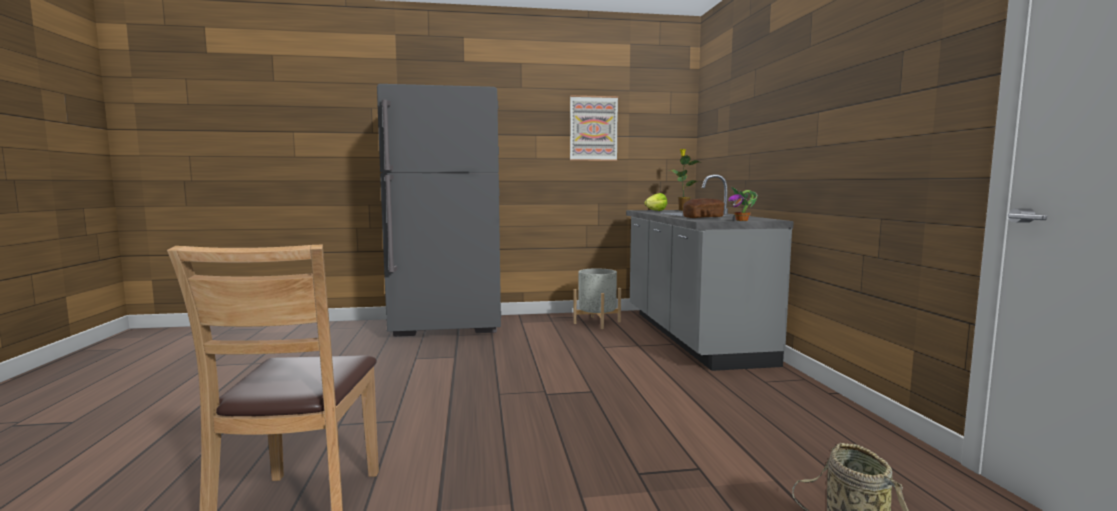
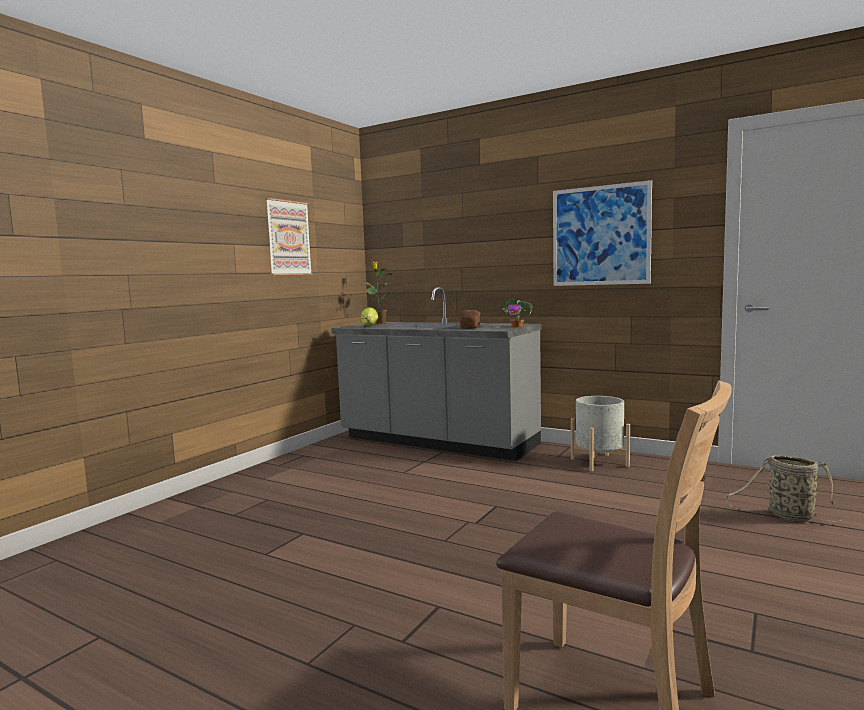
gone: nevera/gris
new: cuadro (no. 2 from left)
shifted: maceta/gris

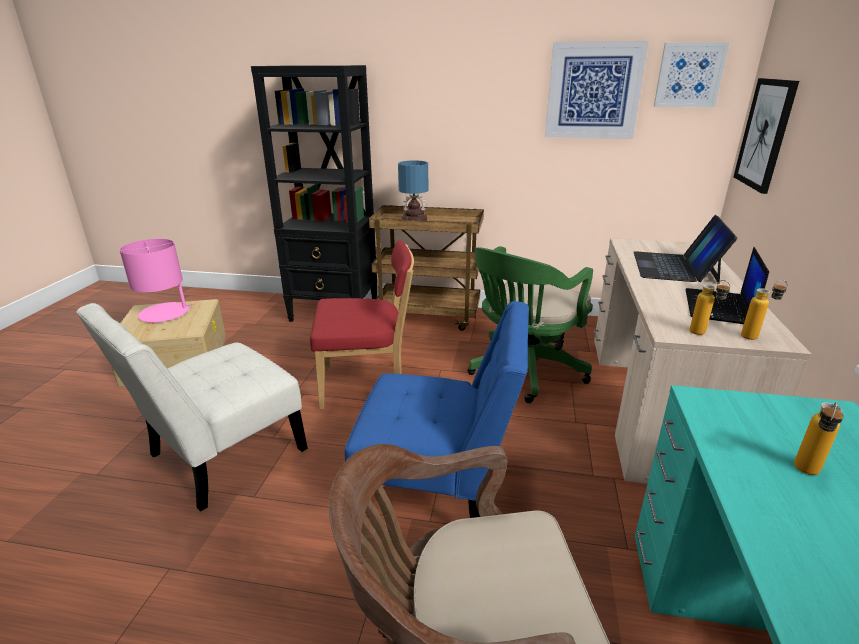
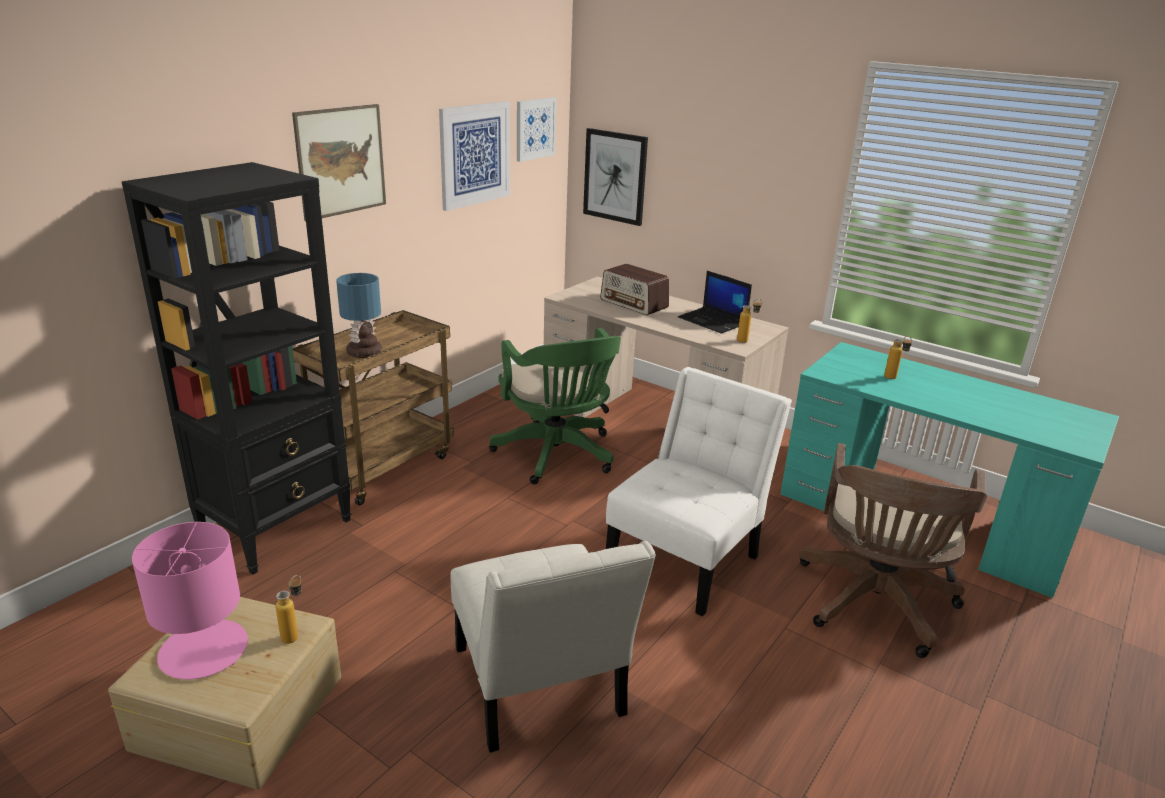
gone: silla/rojo
new: cuadro (no. 1 from left)
shifted: botella (no. 2 from left in the first image) to botella (no. 1 from left)
swapped: portátil (no. 1 from left) to radio
repainted: silla/azul to silla/blanco (no. 2 from left)

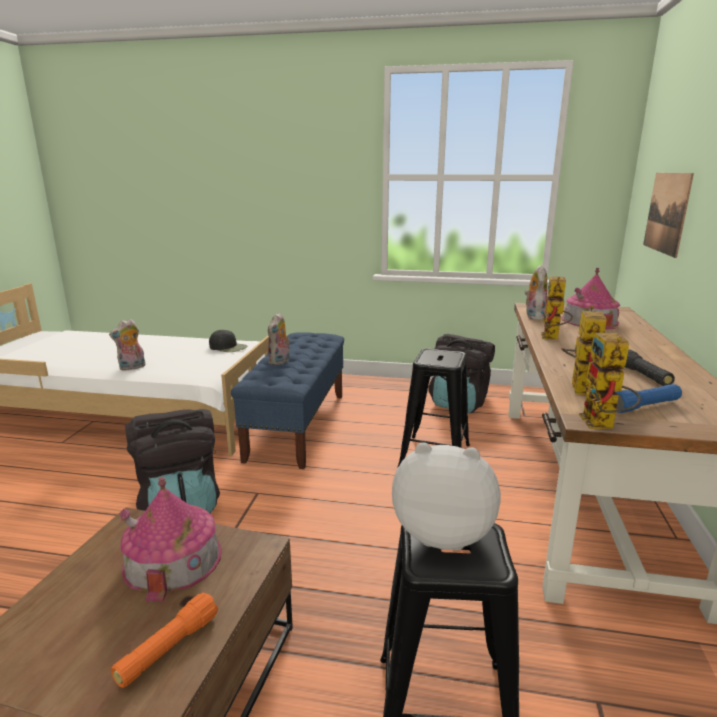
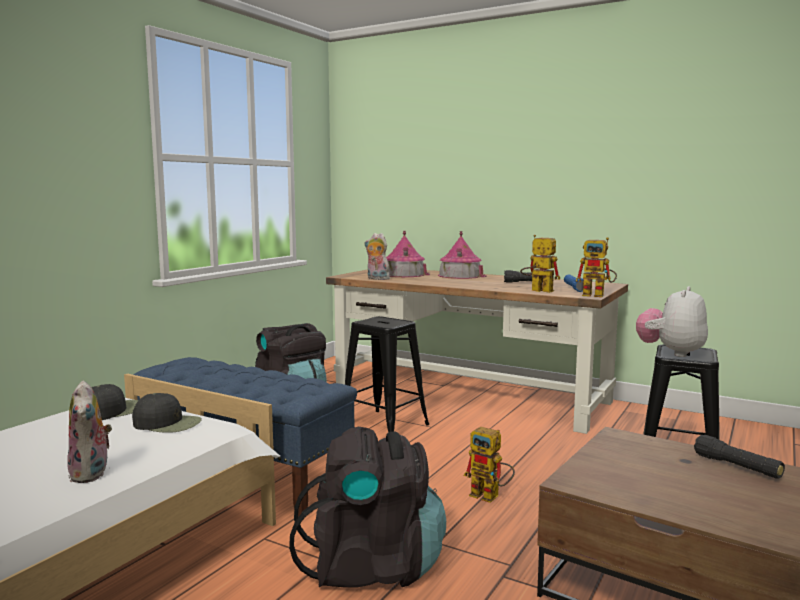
gone: cuadro; peluche (no. 2 from left)
new: gorra/negro (no. 2 from left)
shifted: robot de juguete (no. 1 from left); casita (no. 1 from left in the first image) to casita (no. 2 from left)
repainted: linterna/naranja to linterna/negro (no. 2 from left)

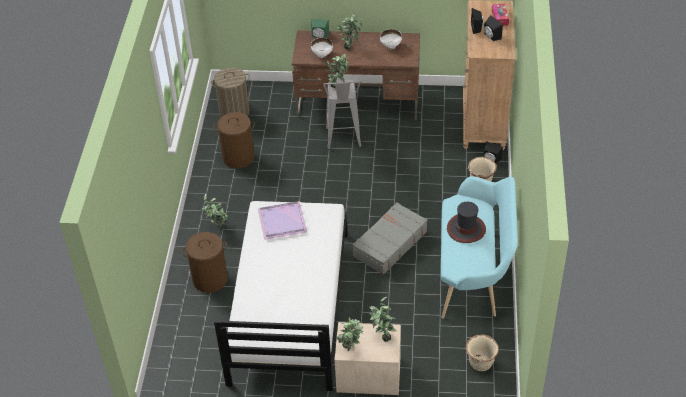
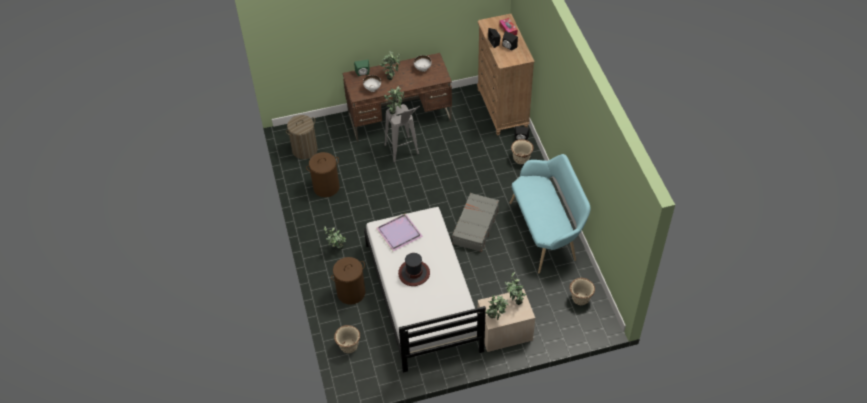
new: maceta/beis (no. 1 from left)
shifted: sombrero

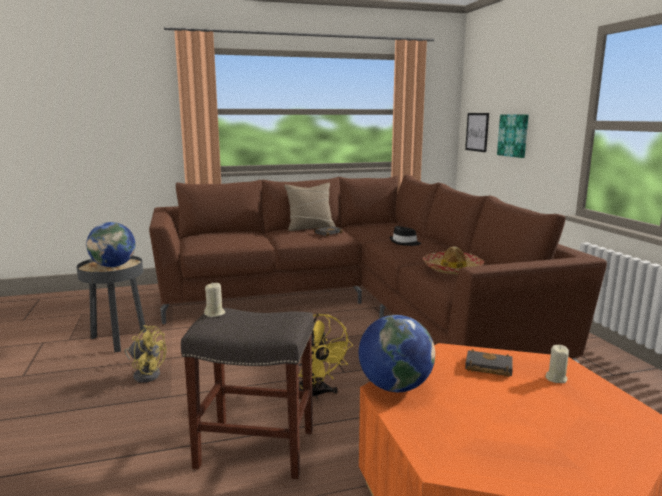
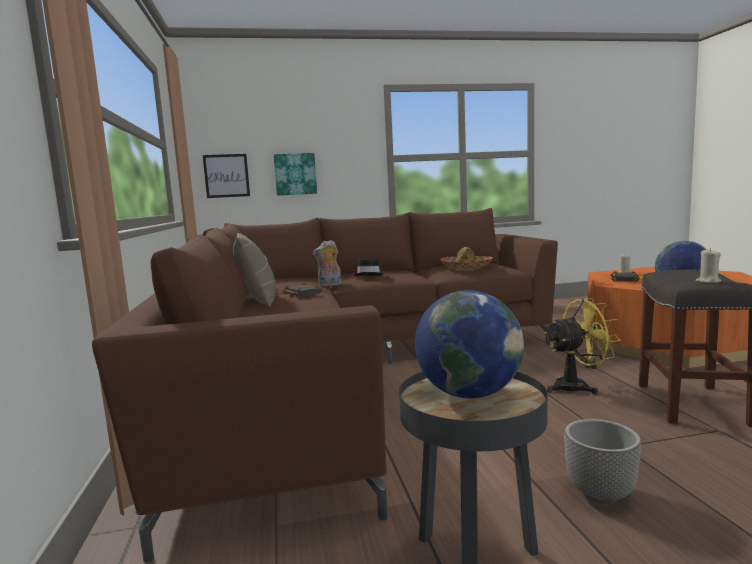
new: peluche
swapped: ventilador/amarillo (no. 1 from left) to maceta

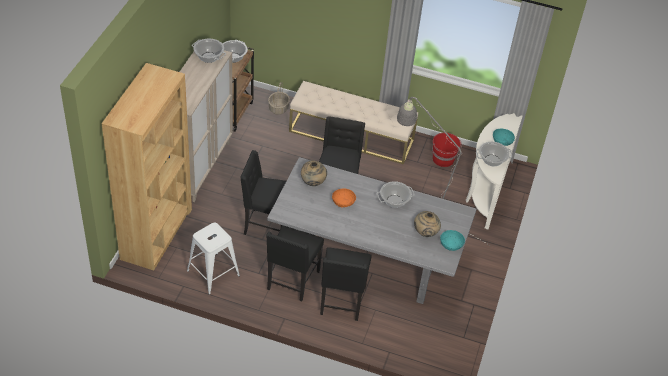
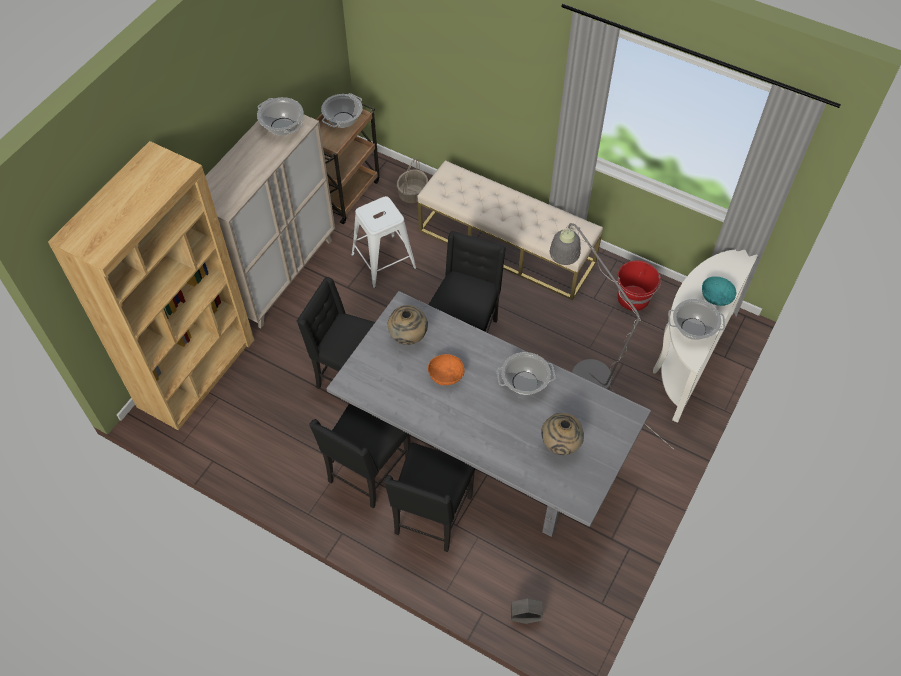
gone: cuenco/turquesa (no. 1 from left)
new: maceta/gris
shifted: taburete/blanco

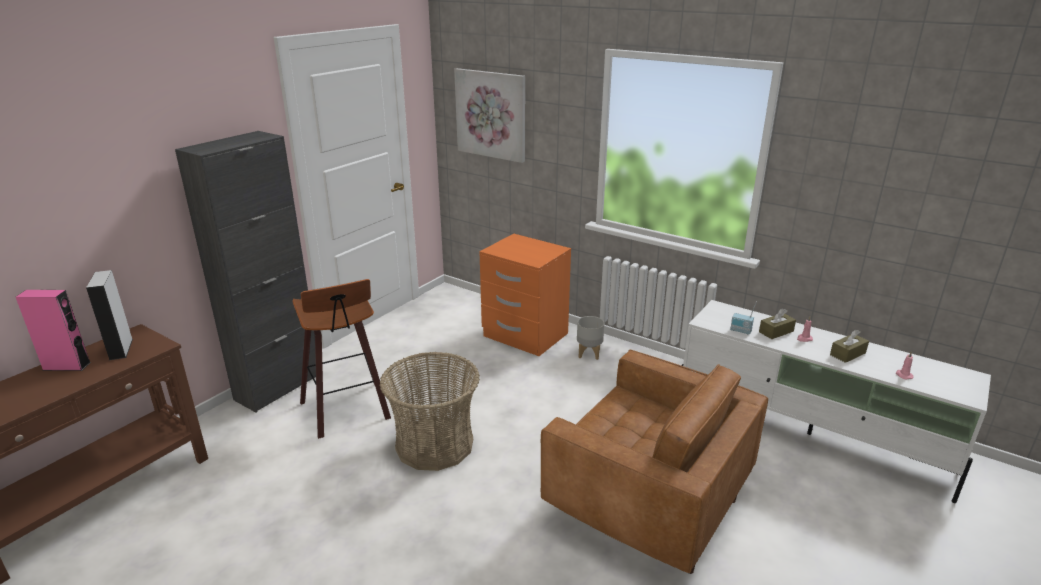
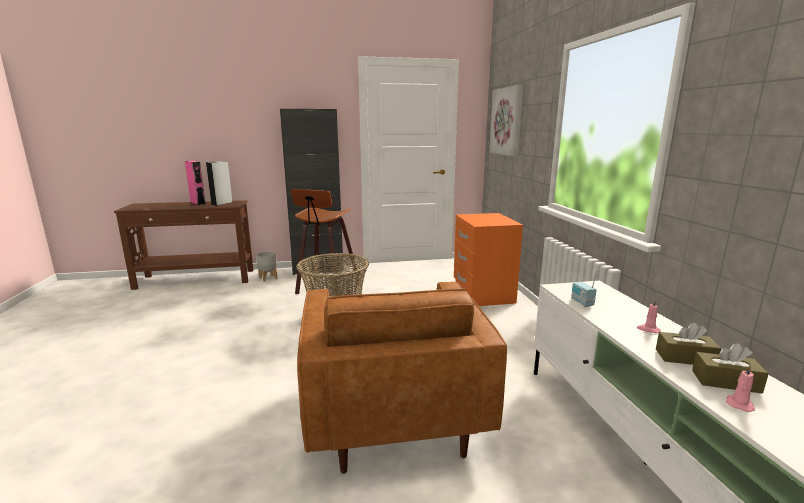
shifted: caja de pañuelos/marrón (no. 1 from left in the first image) to caja de pañuelos/marrón (no. 2 from left); maceta/gris

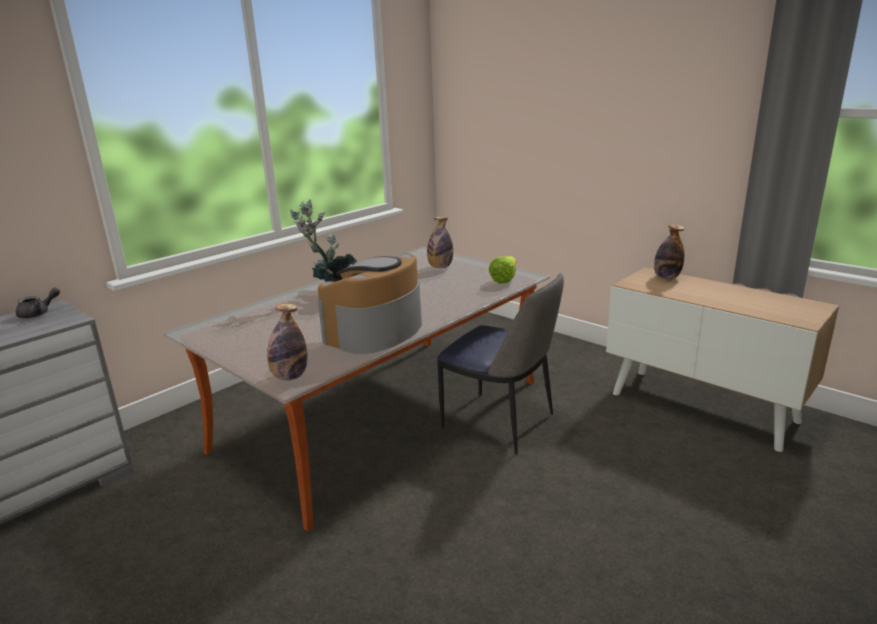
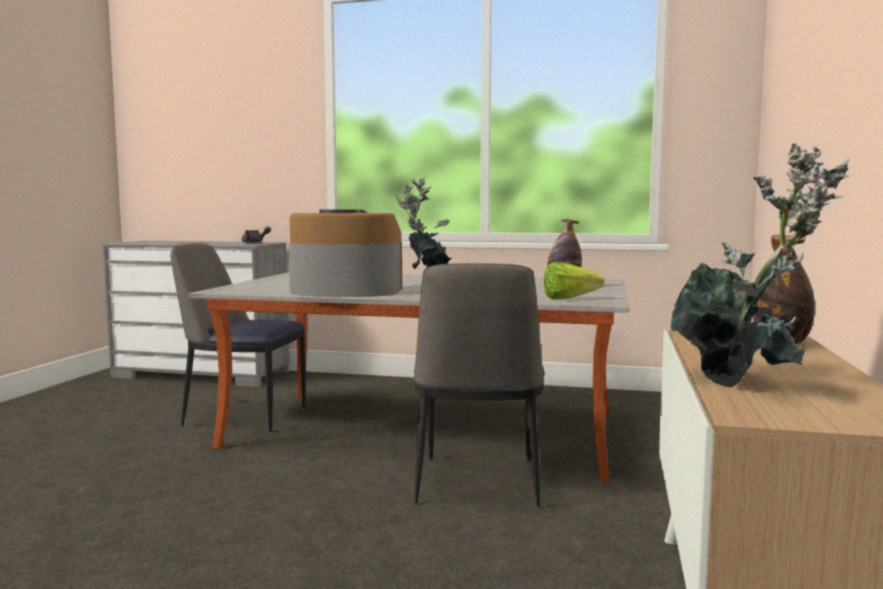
gone: botella (no. 1 from left)
new: planta en maceta (no. 2 from left); silla (no. 1 from left)

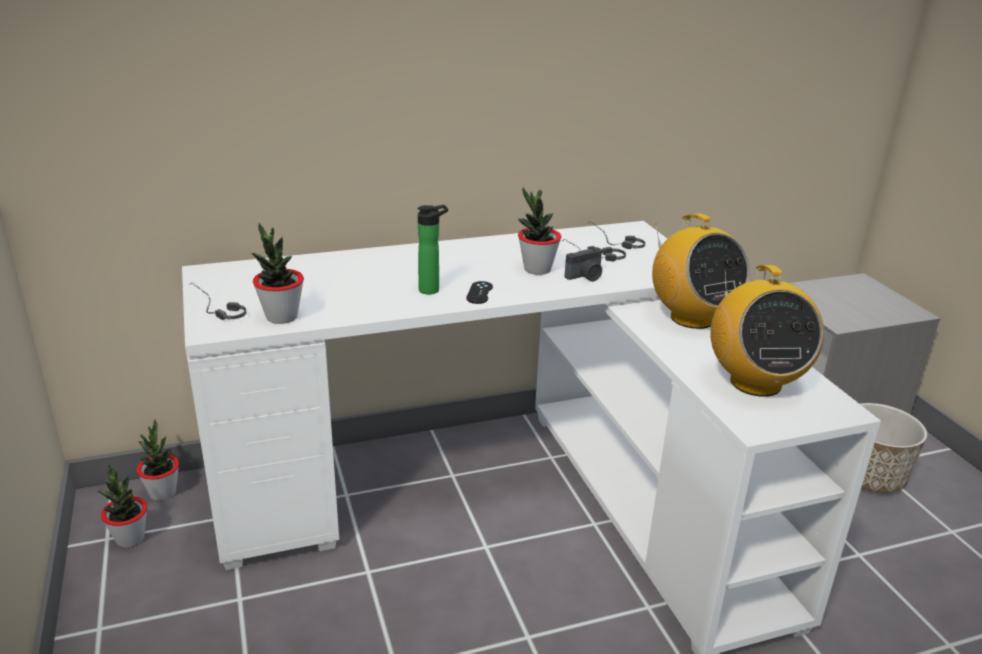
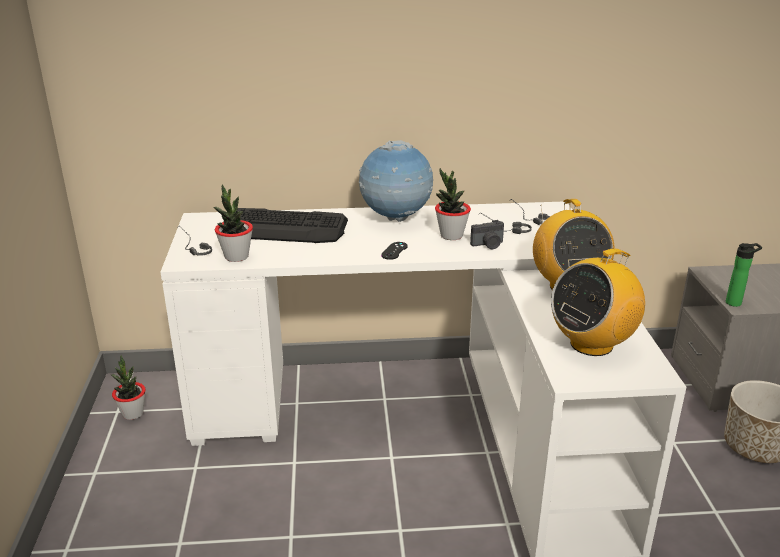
gone: planta en maceta (no. 2 from left)
new: globo terráqueo; teclado
shifted: botella
rotated: radio (no. 2 from left) 45 degrees clockwise

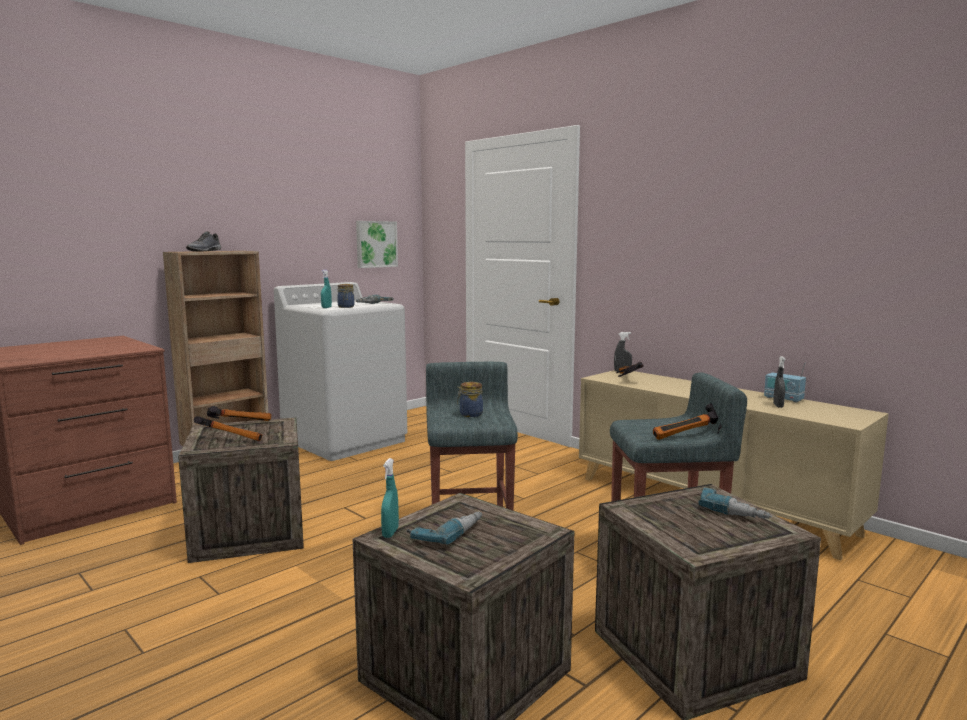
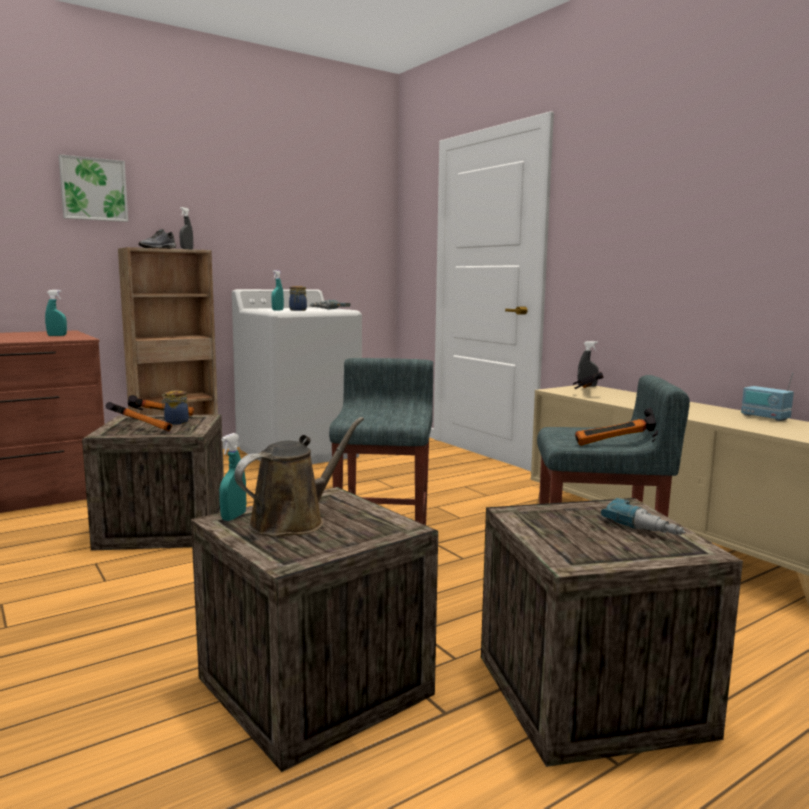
new: pulverizador/turquesa (no. 1 from left)
shifted: cuadro; pulverizador/gris (no. 2 from left in the first image) to pulverizador/gris (no. 1 from left); tarro (no. 2 from left in the first image) to tarro (no. 1 from left)
swapped: taladro (no. 2 from left) to regadera/marrón

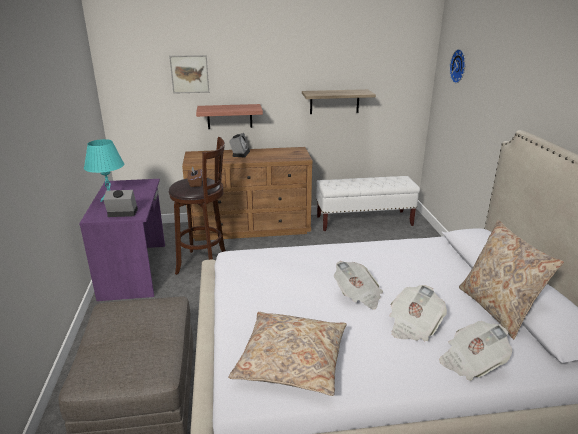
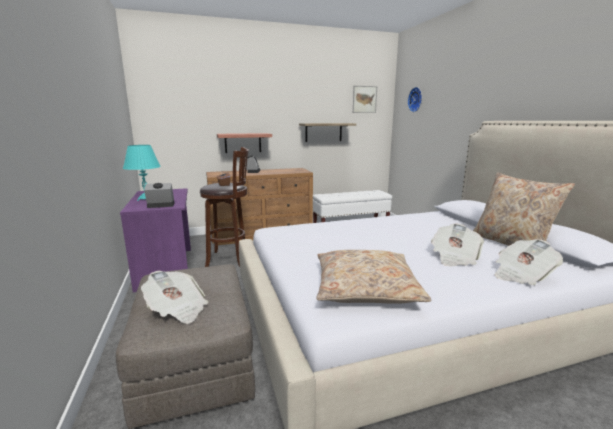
shifted: cuadro; periódico (no. 1 from left)

